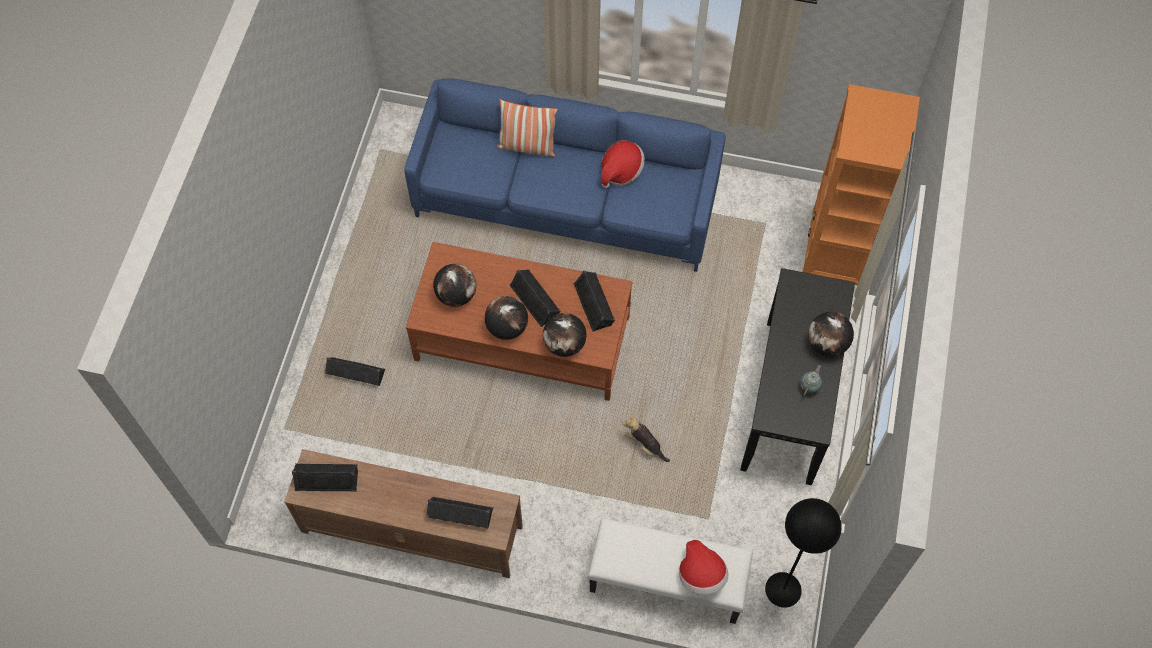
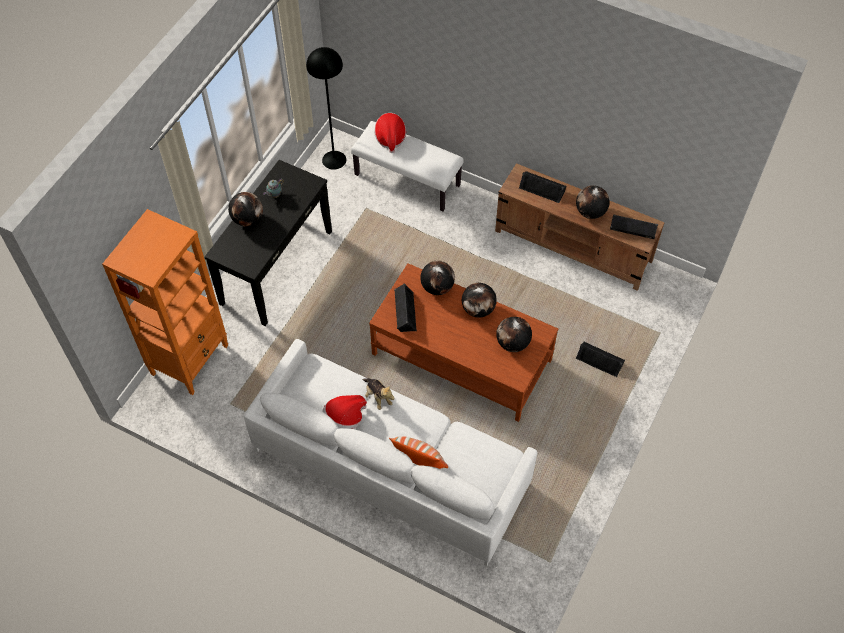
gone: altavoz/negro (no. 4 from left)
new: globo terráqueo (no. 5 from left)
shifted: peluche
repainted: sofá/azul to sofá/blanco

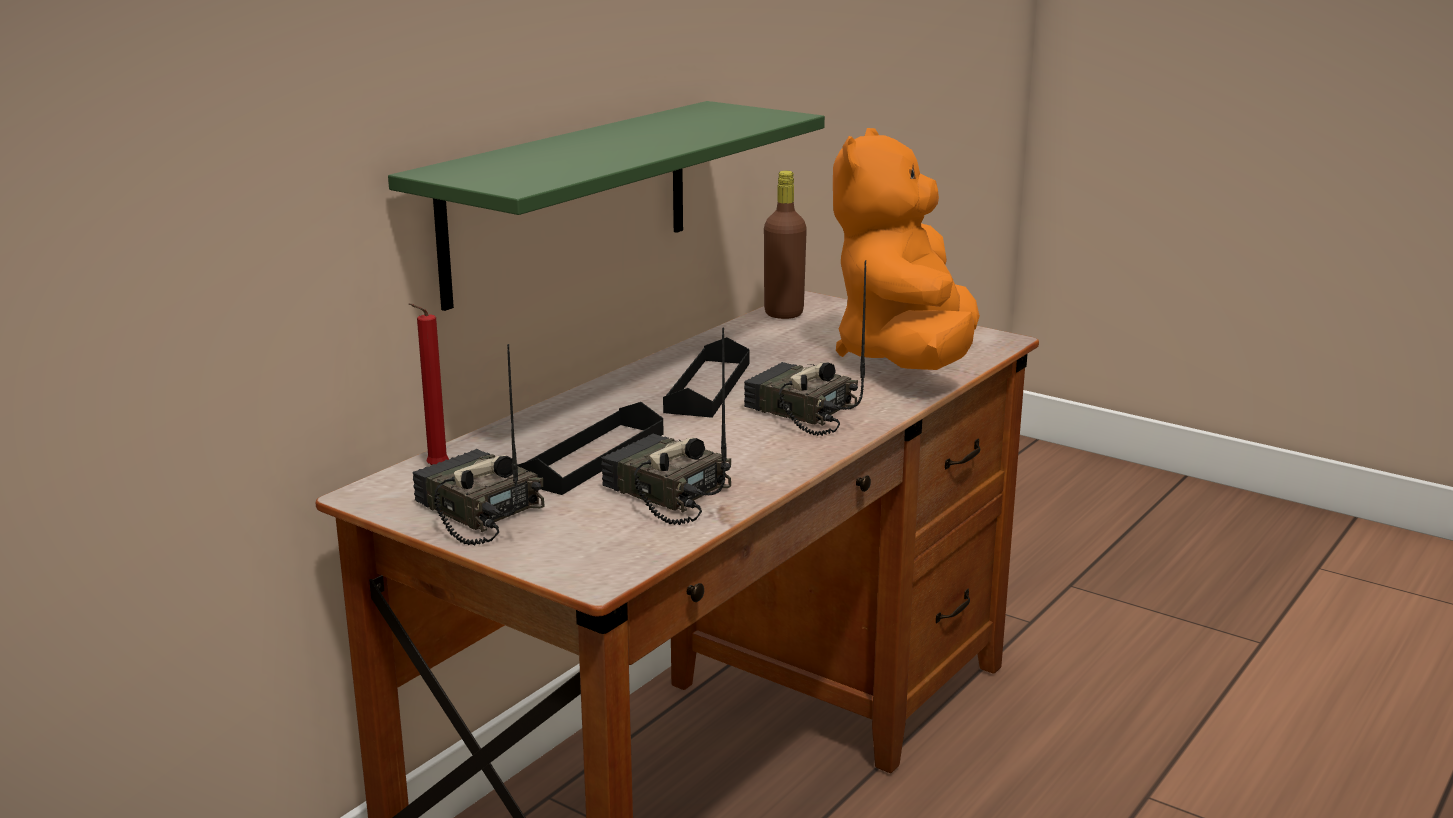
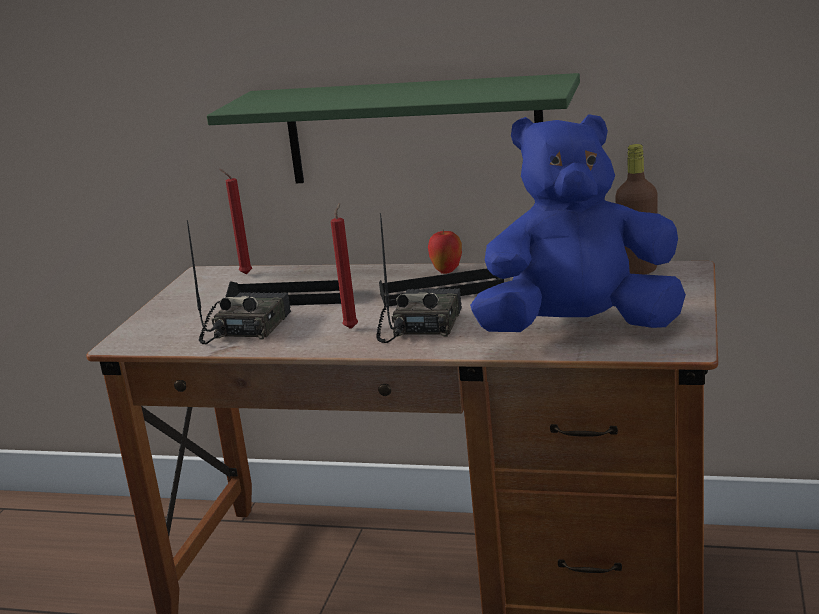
gone: radio (no. 1 from left)
new: vela/rojo (no. 2 from left); manzana
repainted: peluche/naranja to peluche/azul

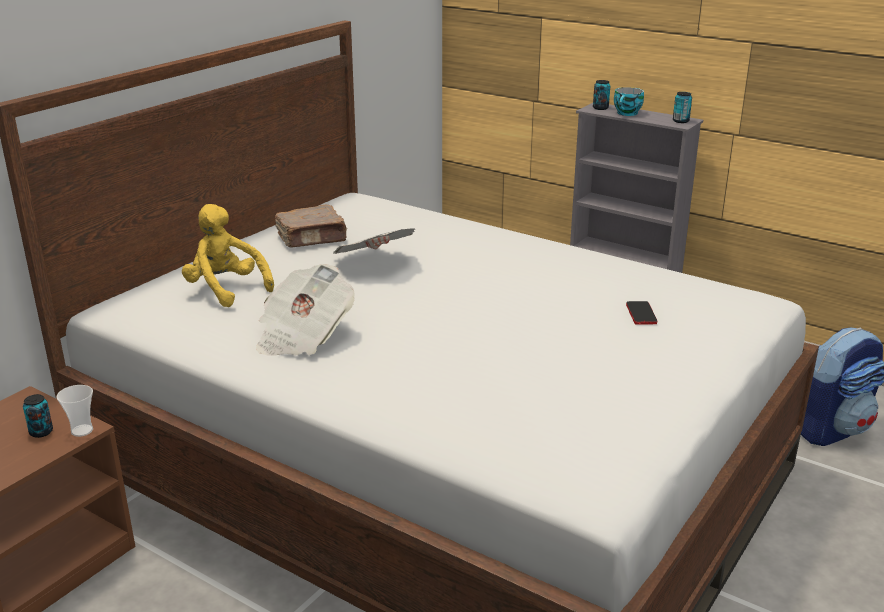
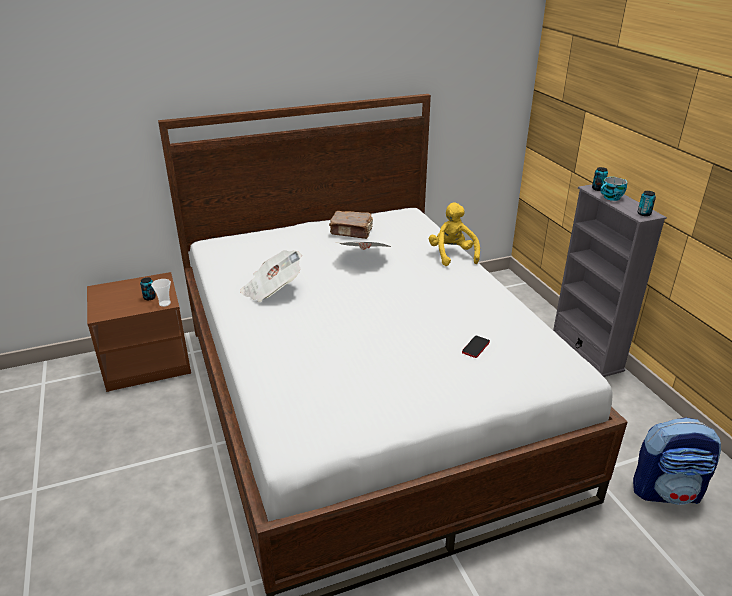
shifted: peluche/amarillo

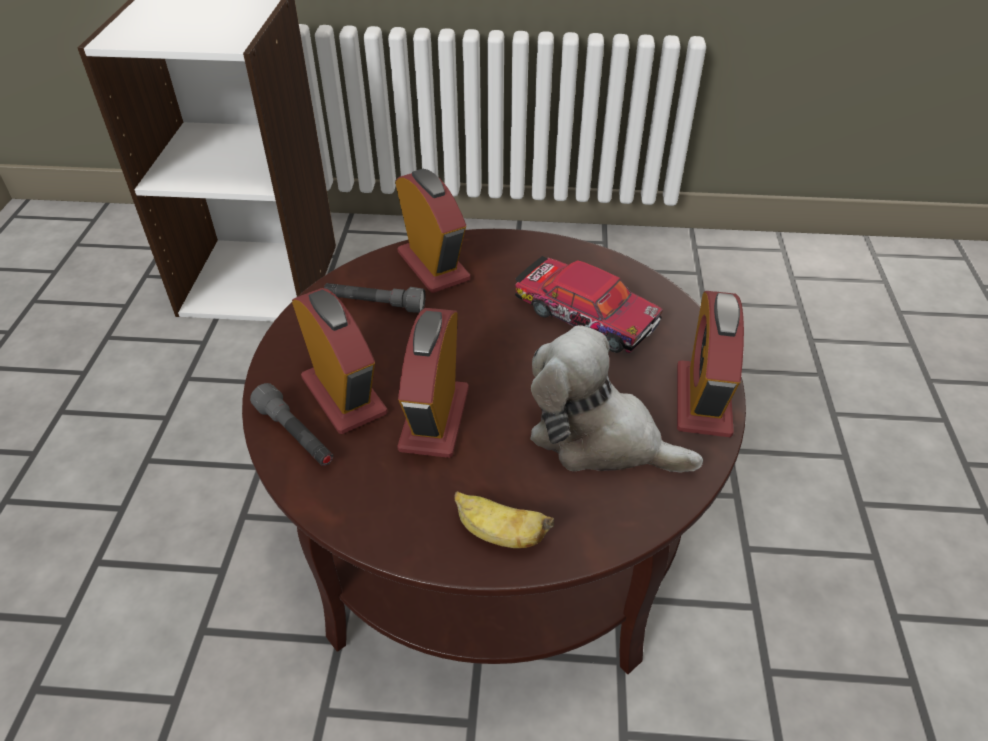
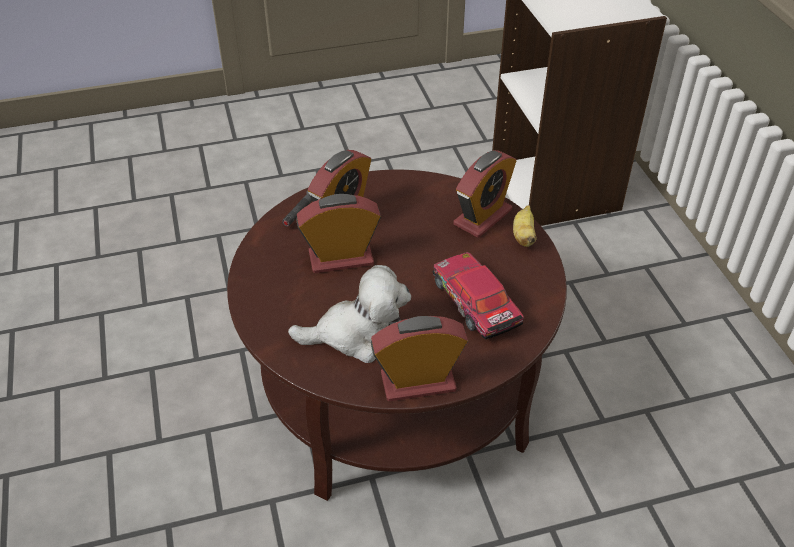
gone: linterna/gris (no. 2 from left)
shifted: plátano
rotated: coche de juguete 135 degrees clockwise; peluche 75 degrees clockwise

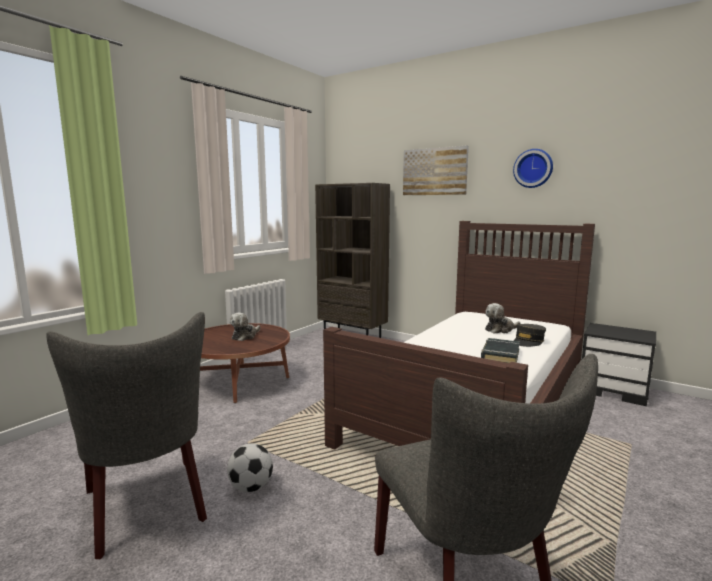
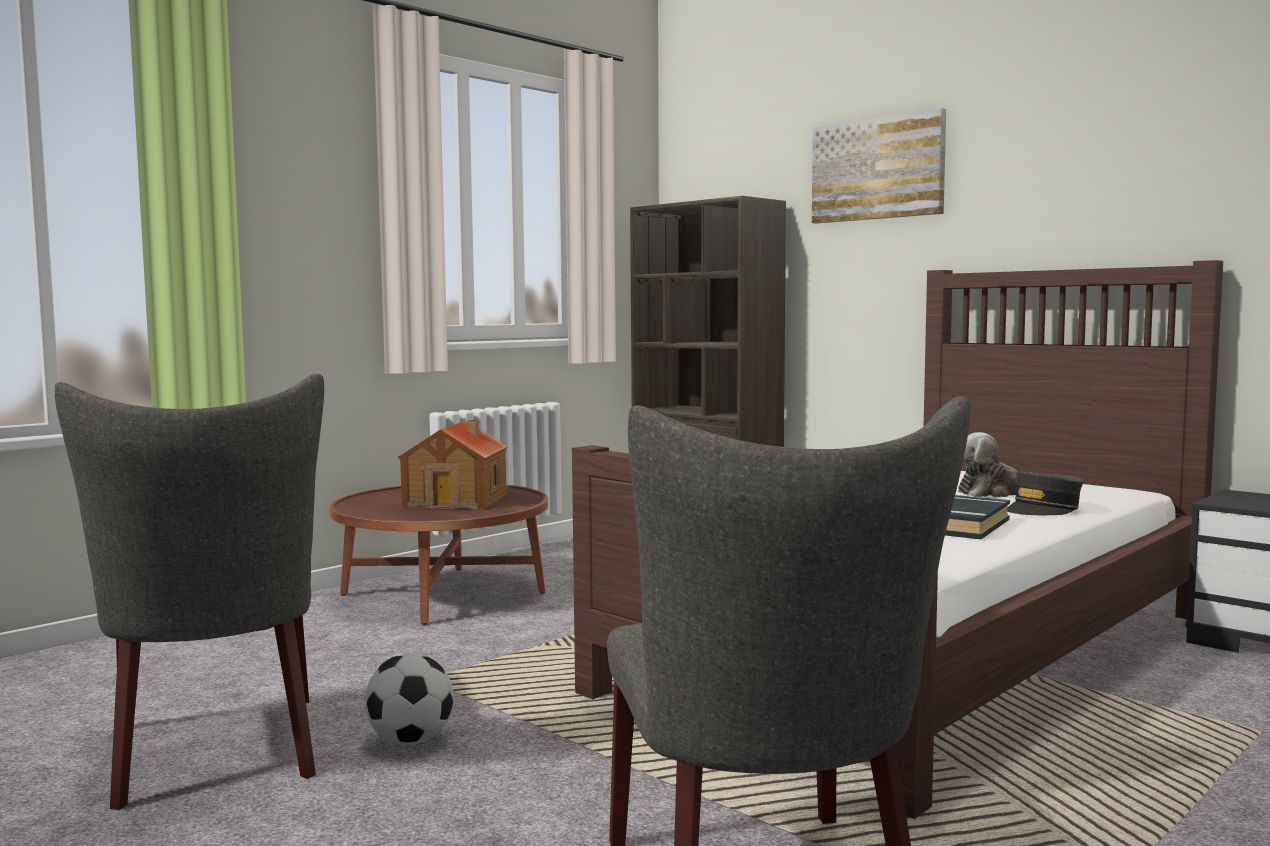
gone: reloj de pared
swapped: peluche (no. 1 from left) to casita

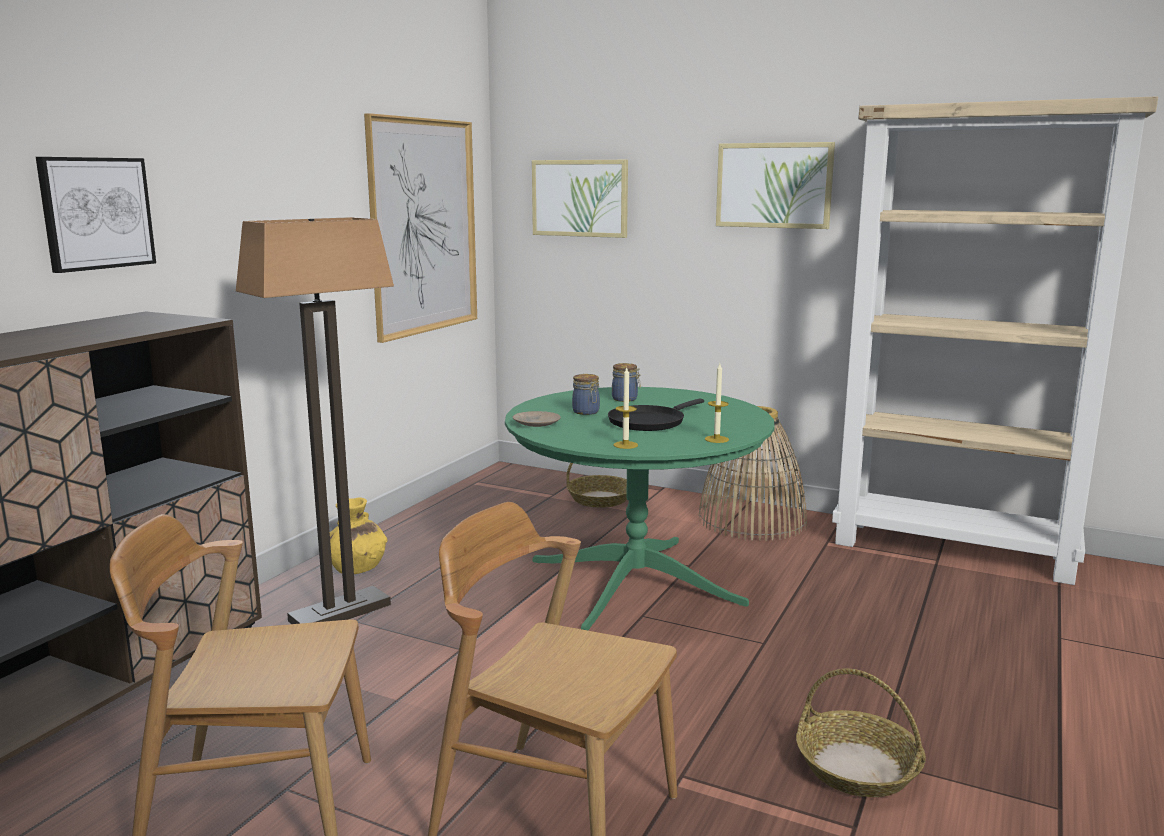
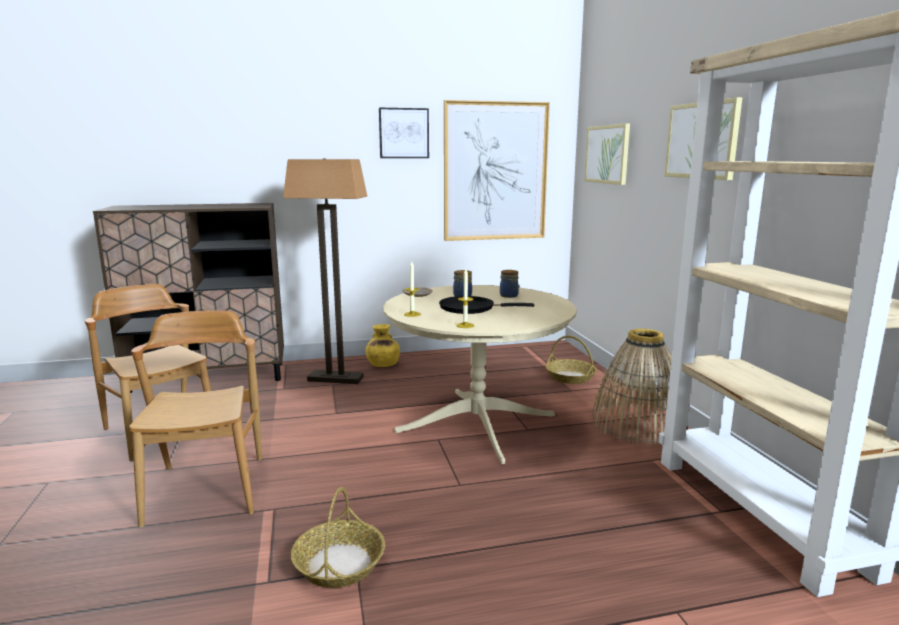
shifted: cuadro (no. 1 from left)
repainted: mesa de comedor/verde to mesa de comedor/beis

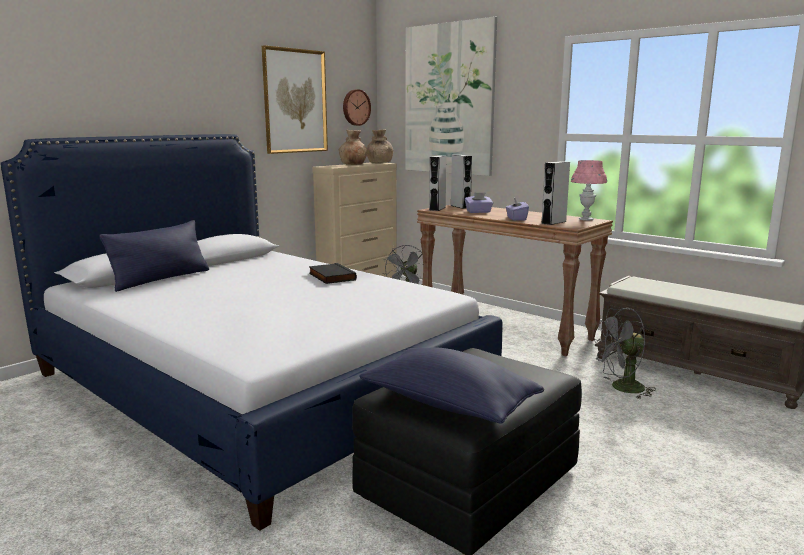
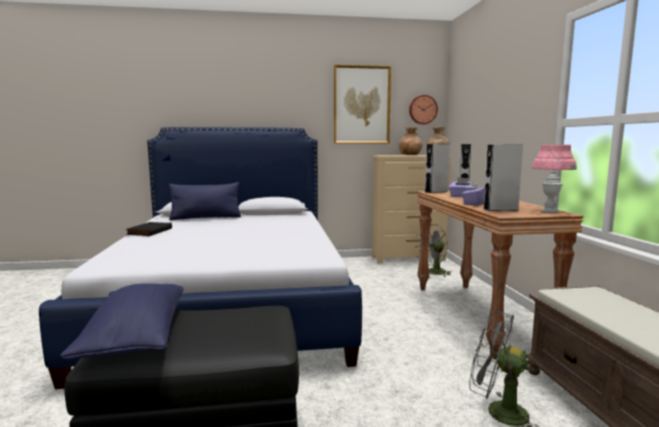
gone: cuadro (no. 2 from left)
shifted: libro/negro

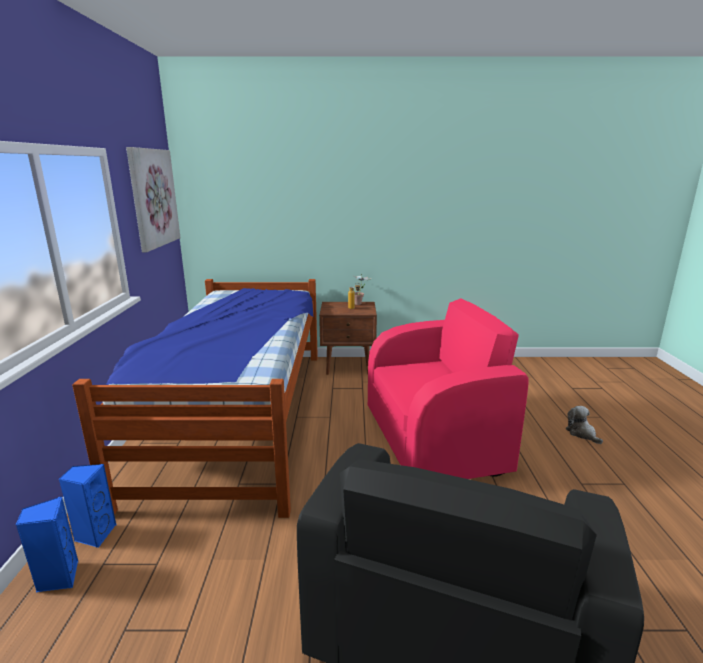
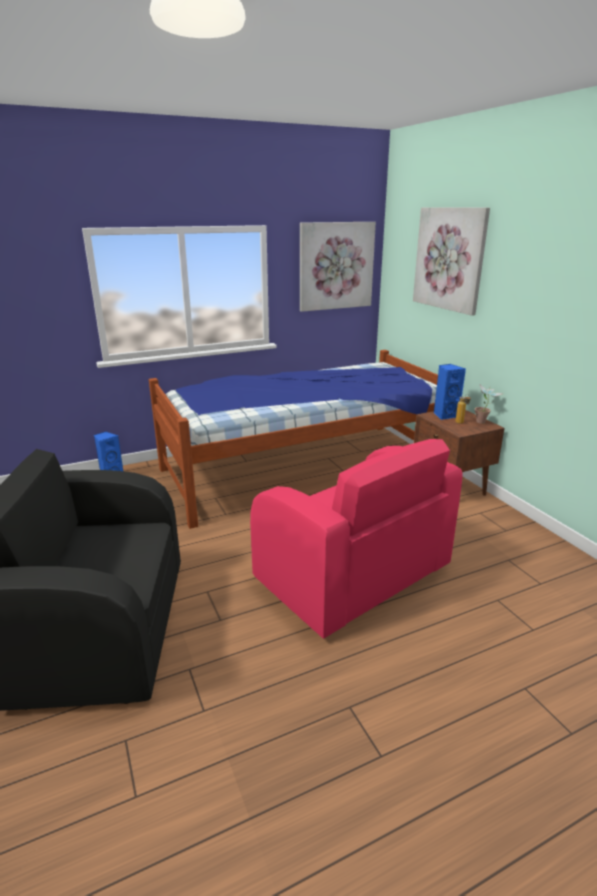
gone: peluche
new: cuadro (no. 2 from left)
shifted: altavoz/azul (no. 2 from left)

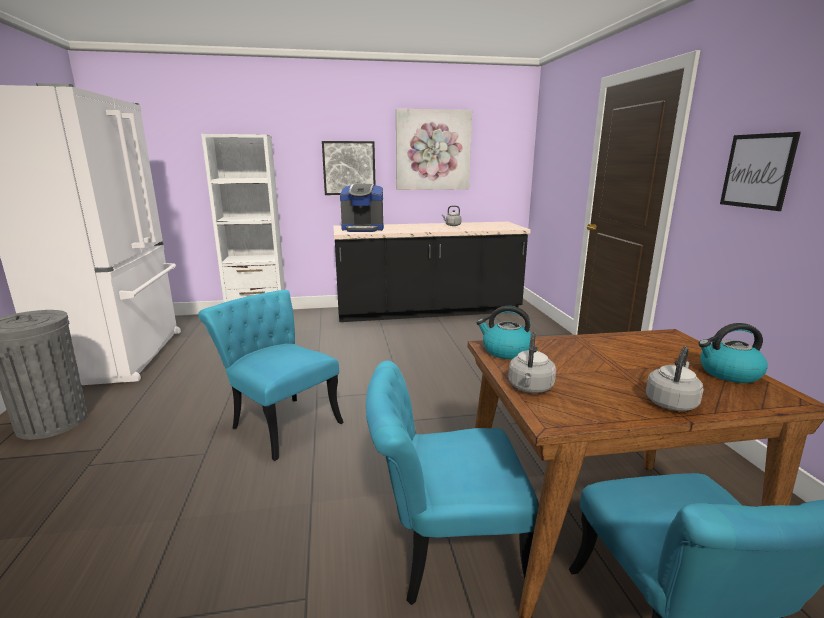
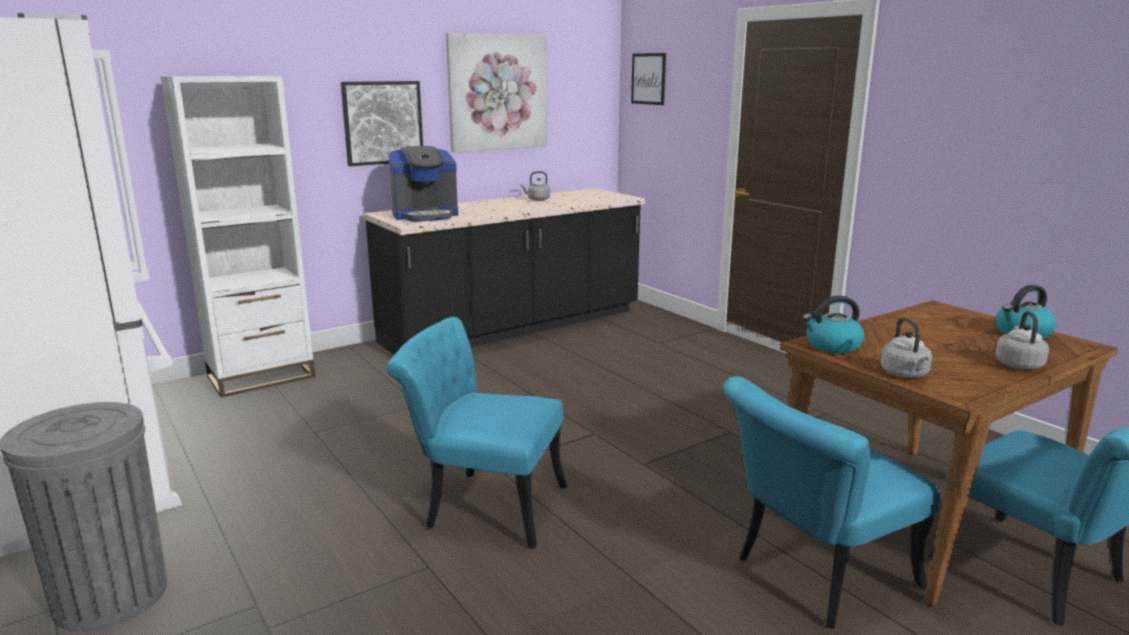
shifted: cuadro (no. 3 from left)

